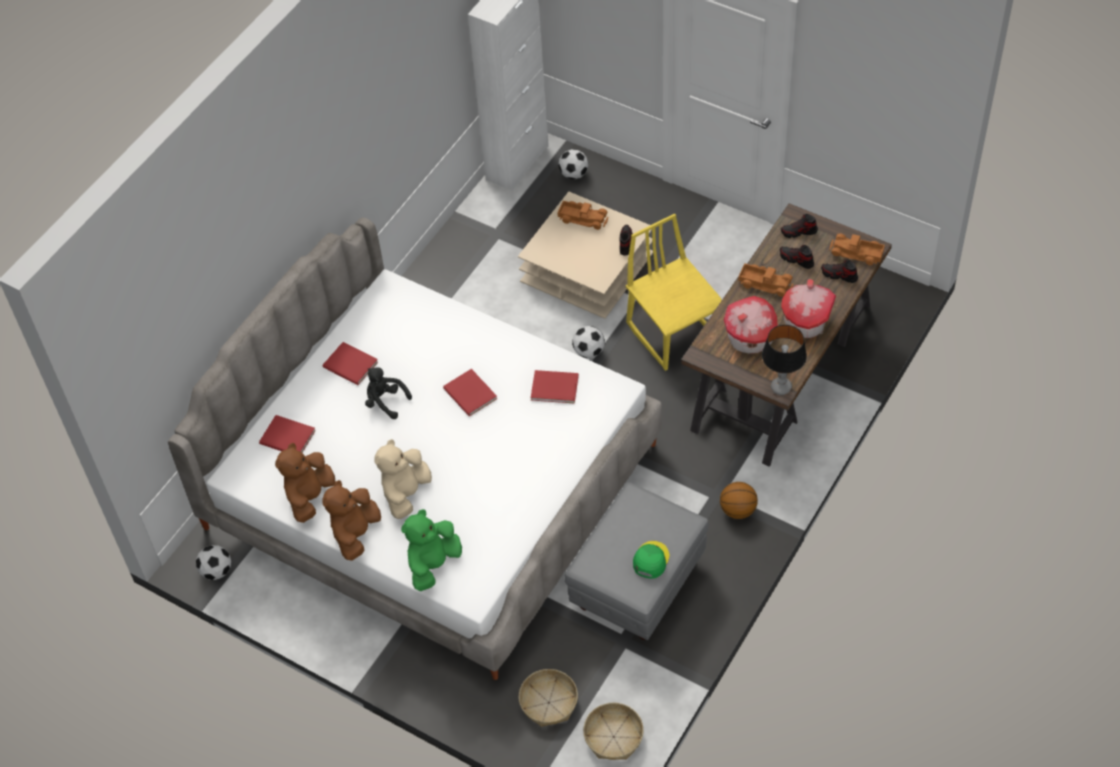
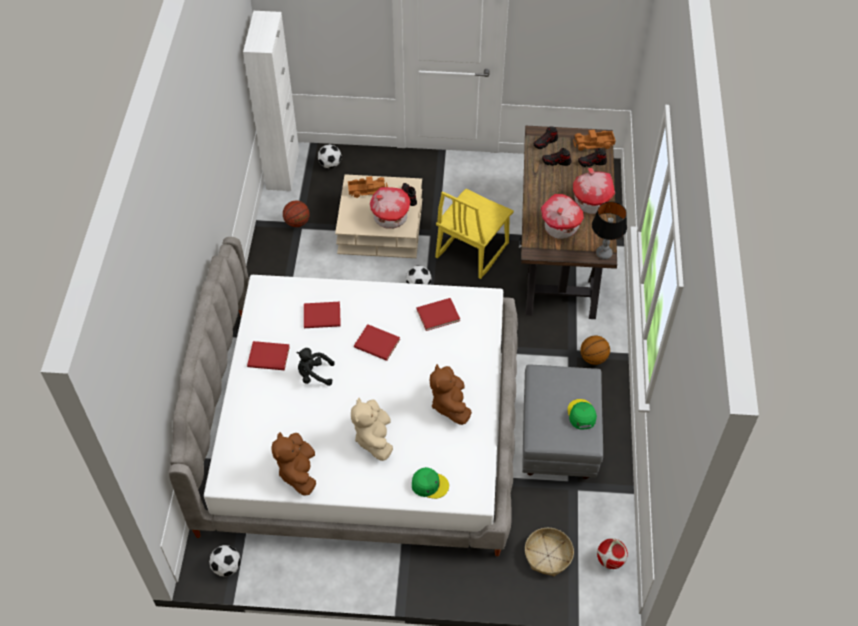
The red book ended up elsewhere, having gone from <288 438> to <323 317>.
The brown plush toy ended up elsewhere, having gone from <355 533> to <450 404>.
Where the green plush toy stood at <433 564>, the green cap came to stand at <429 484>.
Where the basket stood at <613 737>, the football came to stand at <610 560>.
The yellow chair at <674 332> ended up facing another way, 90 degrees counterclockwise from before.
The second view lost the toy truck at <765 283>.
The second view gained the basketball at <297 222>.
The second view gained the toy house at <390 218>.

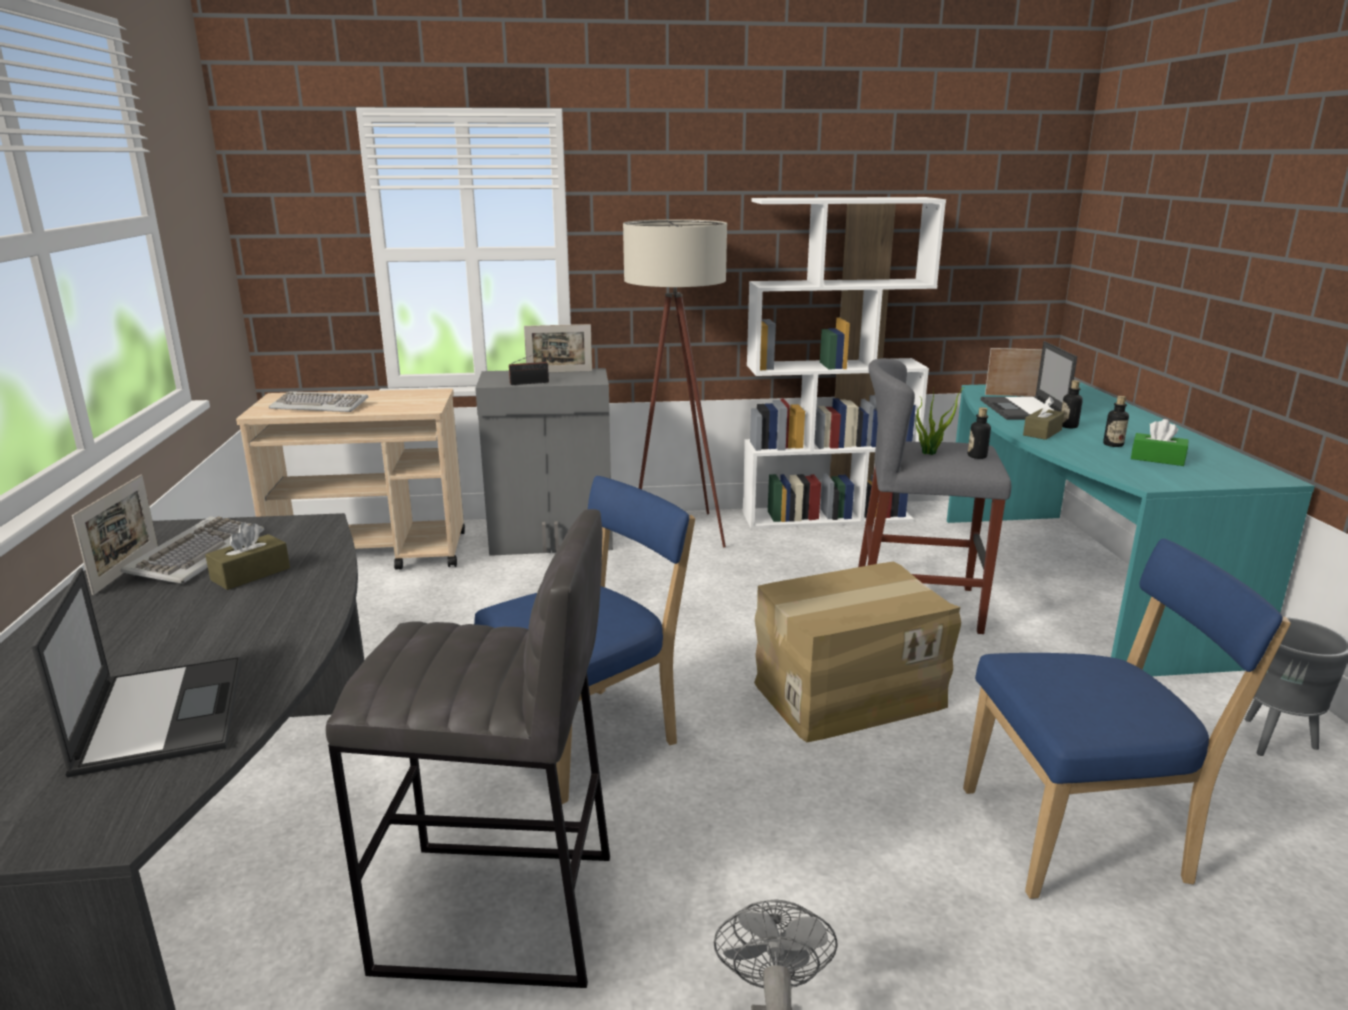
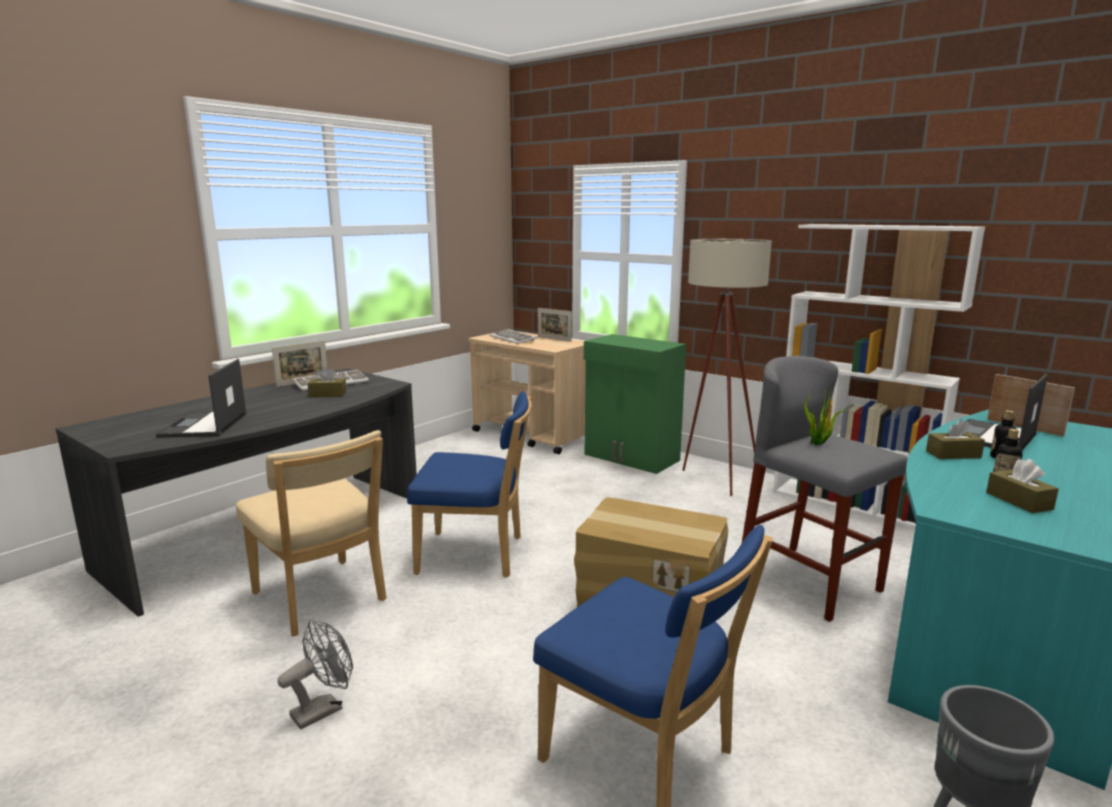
The laptop at <161 713> ended up facing another way, 150 degrees clockwise from before.
Where the grey stool stood at <498 914>, the beige chair came to stand at <322 599>.
What was the grey cabinet at <552 540> turned into the green cabinet at <631 458>.
The second view lost the radio at <531 383>.
The picture frame ended up elsewhere, having gone from <559 372> to <554 339>.
The second view lost the bottle at <977 456>.
What was the green tissue box at <1157 459> turned into the brown tissue box at <1019 501>.

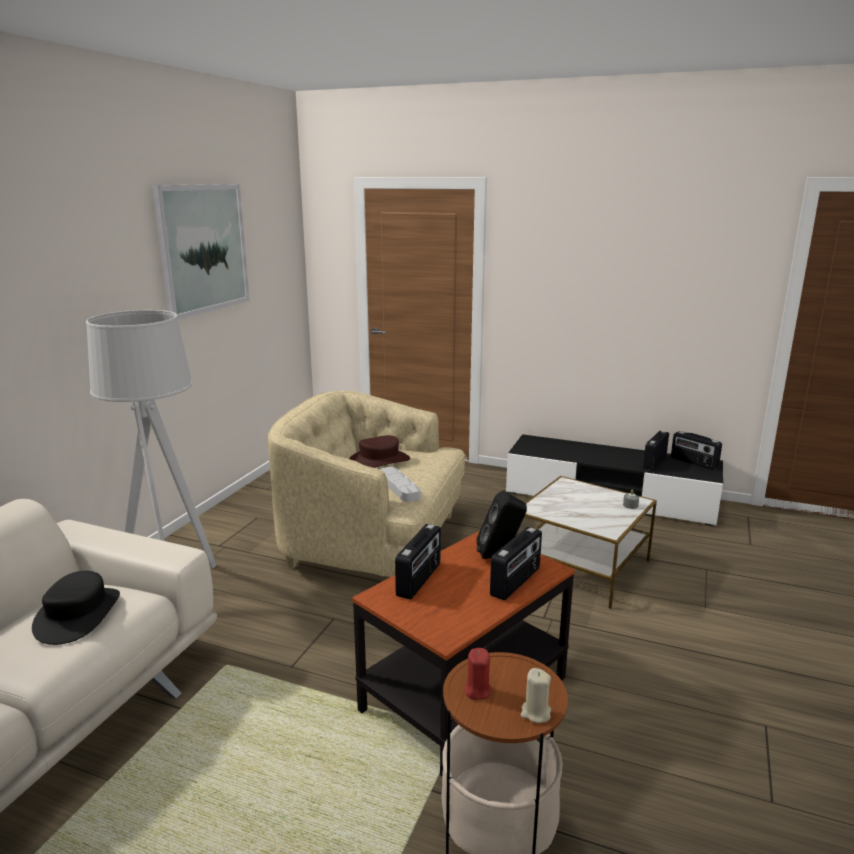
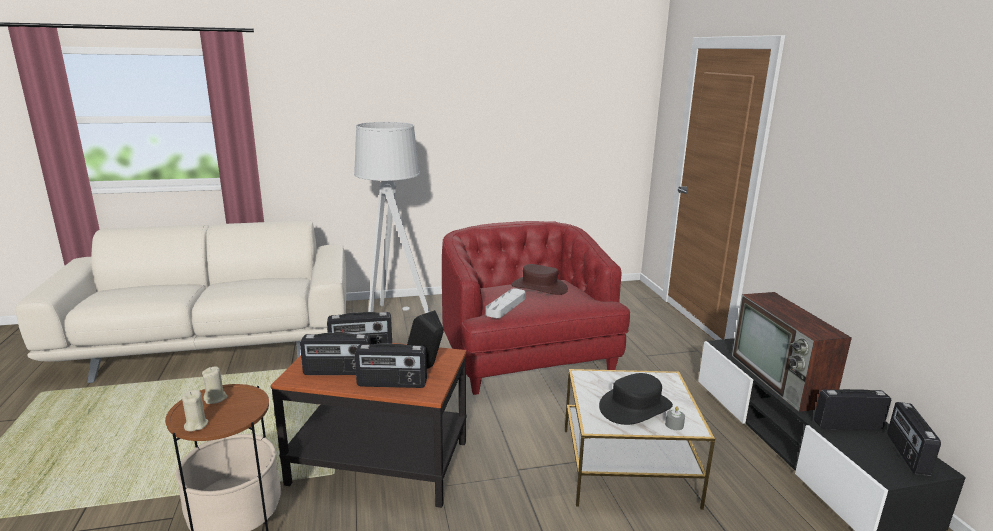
The black hat ended up elsewhere, having gone from <78 615> to <635 407>.
The second view lost the picture at <203 249>.
What was the beige armchair at <373 544> turned into the red armchair at <526 357>.
What was the red candle at <477 690> turned into the beige candle at <216 398>.
The second view gained the radio at <337 372>.
The second view gained the television at <781 380>.

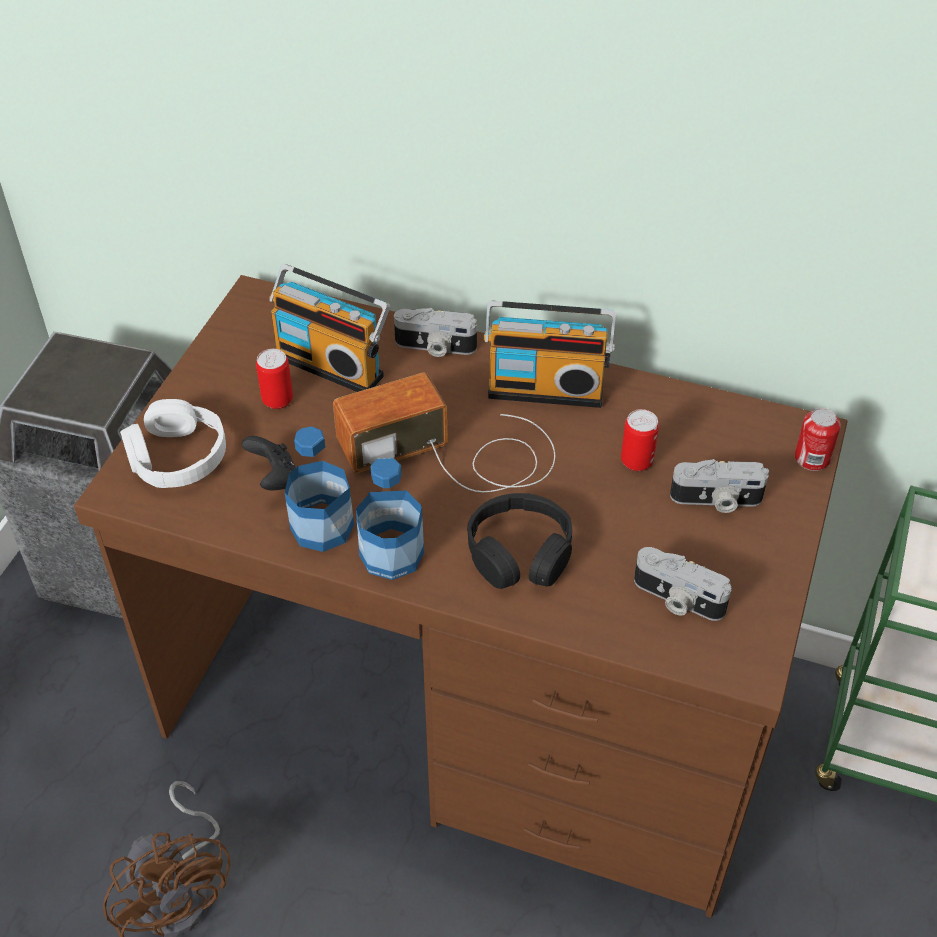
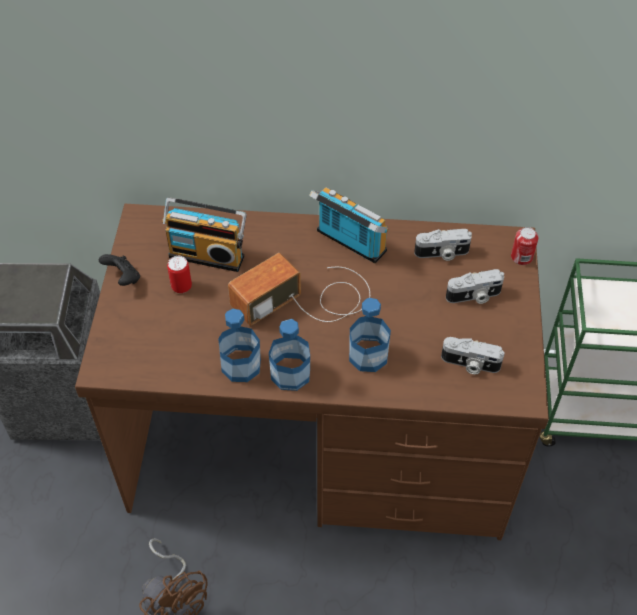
The second view lost the white headphones at <177 457>.
The black game controller ended up elsewhere, having gone from <275 479> to <123 278>.
The photo camera ended up elsewhere, having gone from <435 347> to <442 253>.
Where the black headphones stood at <519 553>, the bottle came to stand at <368 356>.
The radio at <546 387> ended up facing another way, 135 degrees counterclockwise from before.
The second view lost the can at <636 461>.

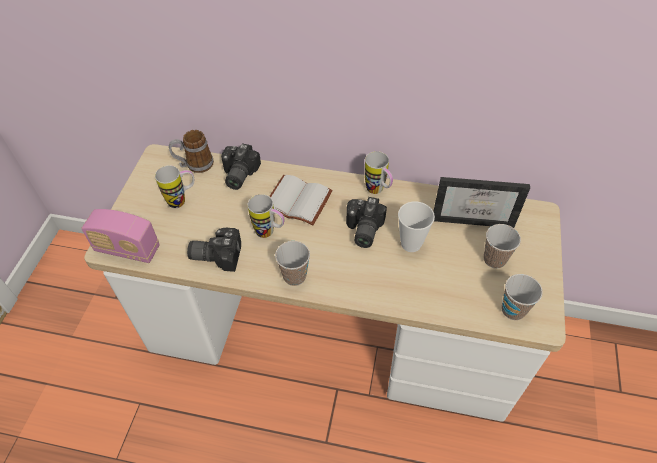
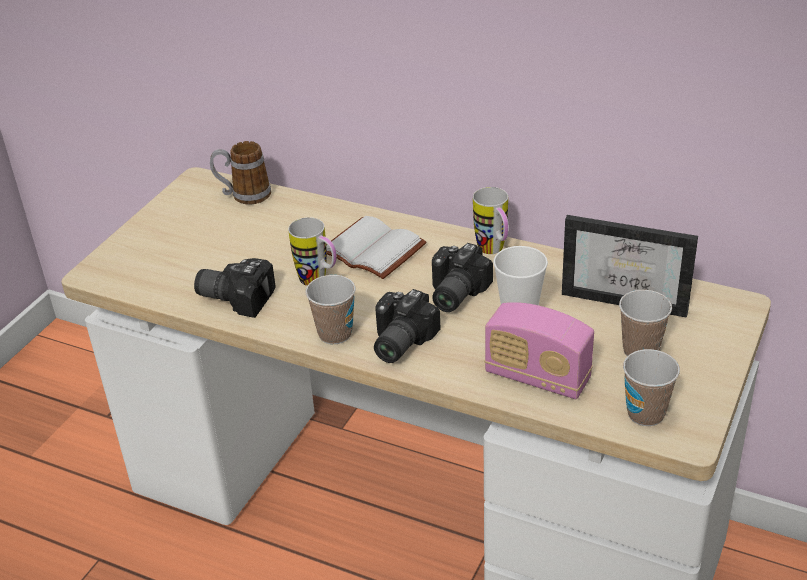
The radio ended up elsewhere, having gone from <127 249> to <537 377>.
The second view lost the mug at <182 200>.
The photo camera ended up elsewhere, having gone from <237 175> to <397 342>.

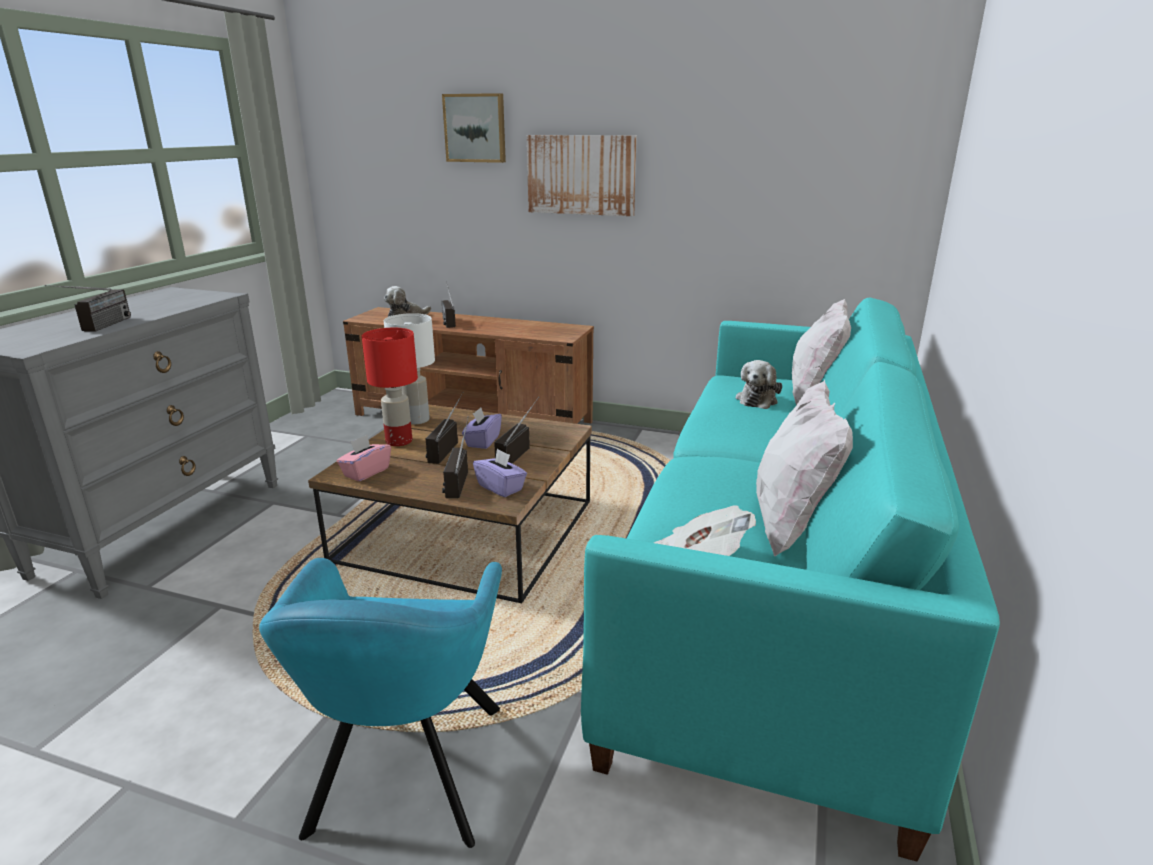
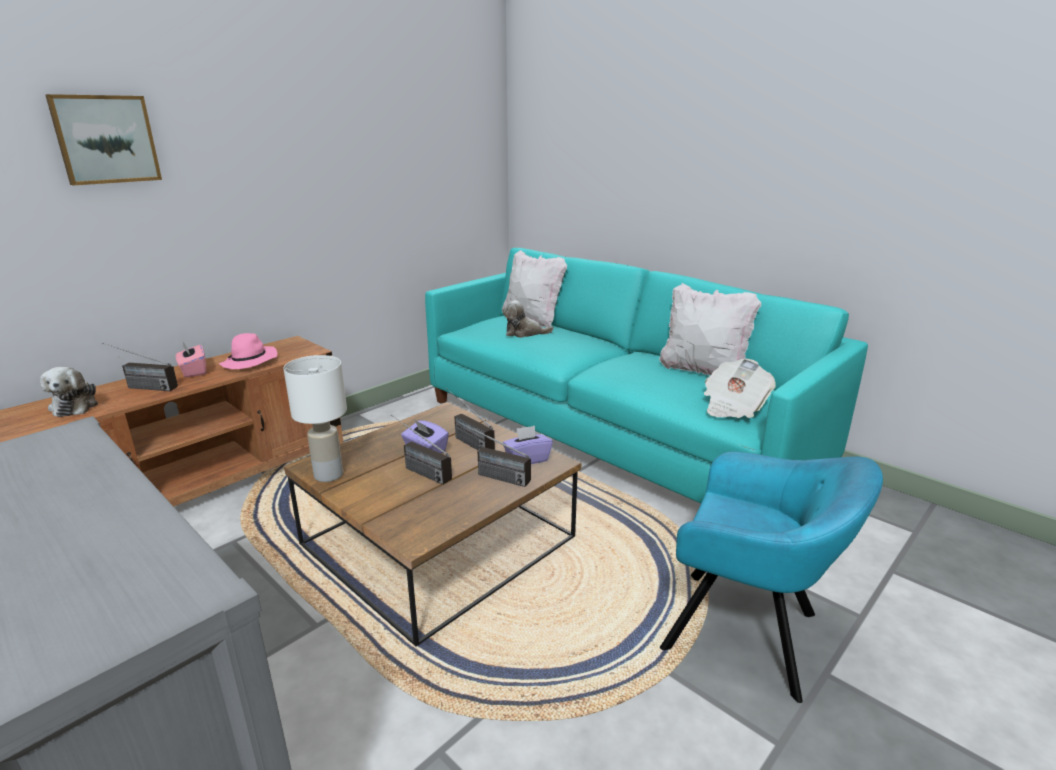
The second view lost the radio at <98 328>.
The pink tissue box ended up elsewhere, having gone from <366 472> to <193 371>.
The second view lost the red table lamp at <398 441>.
The second view lost the picture at <581 175>.
The plush toy at <757 400> ended up facing another way, 135 degrees clockwise from before.
The second view gained the pink hat at <250 362>.

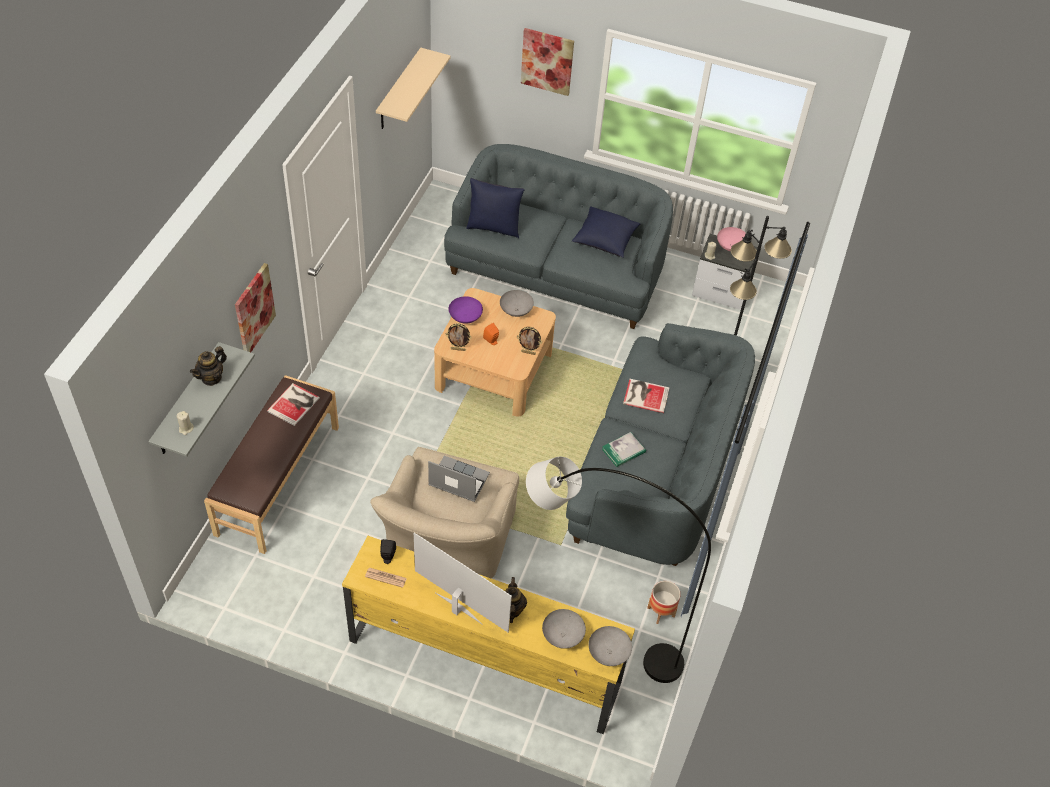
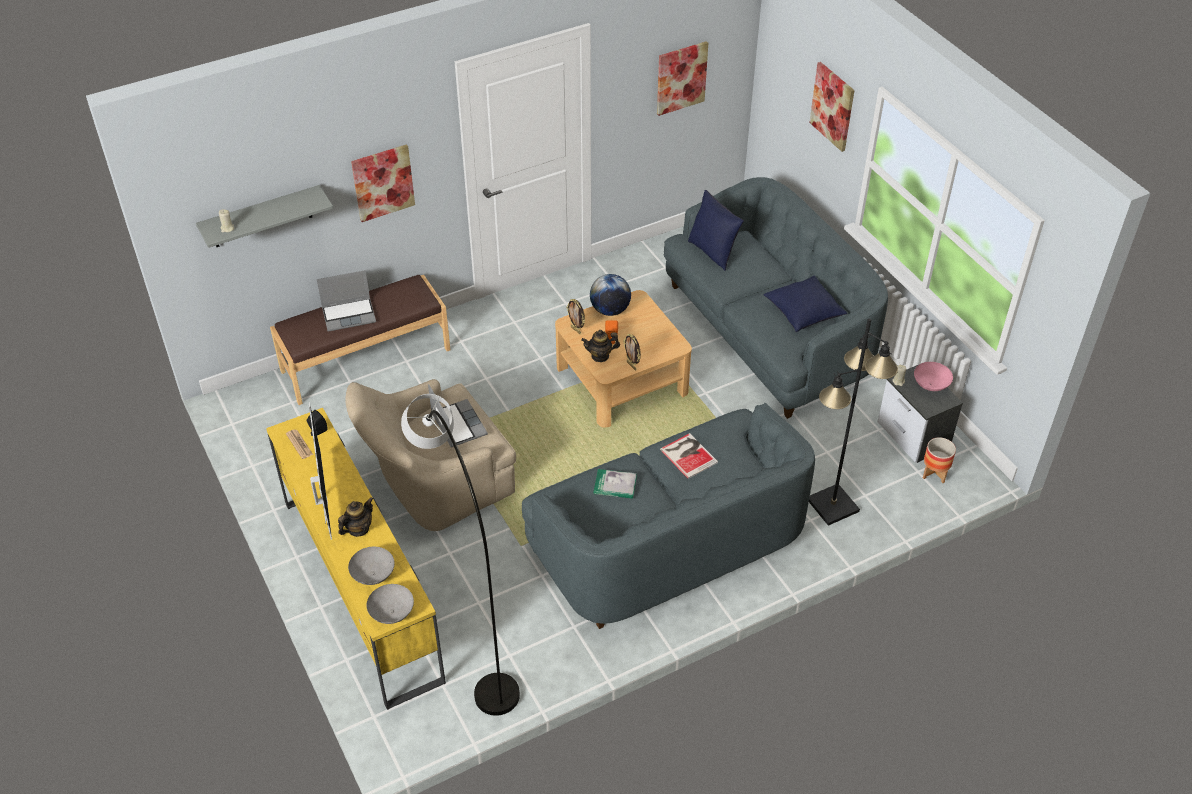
The teapot ended up elsewhere, having gone from <211 378> to <600 356>.
The second view lost the book at <295 404>.
Where the beige shelf hung at <399 90>, the picture came to hang at <681 78>.
Where the purple bowl stood at <465 318>, the globe came to stand at <610 310>.
The second view lost the grey bowl at <516 311>.
The planter ended up elsewhere, having gone from <661 612> to <934 473>.
The second view gained the laptop at <349 314>.

